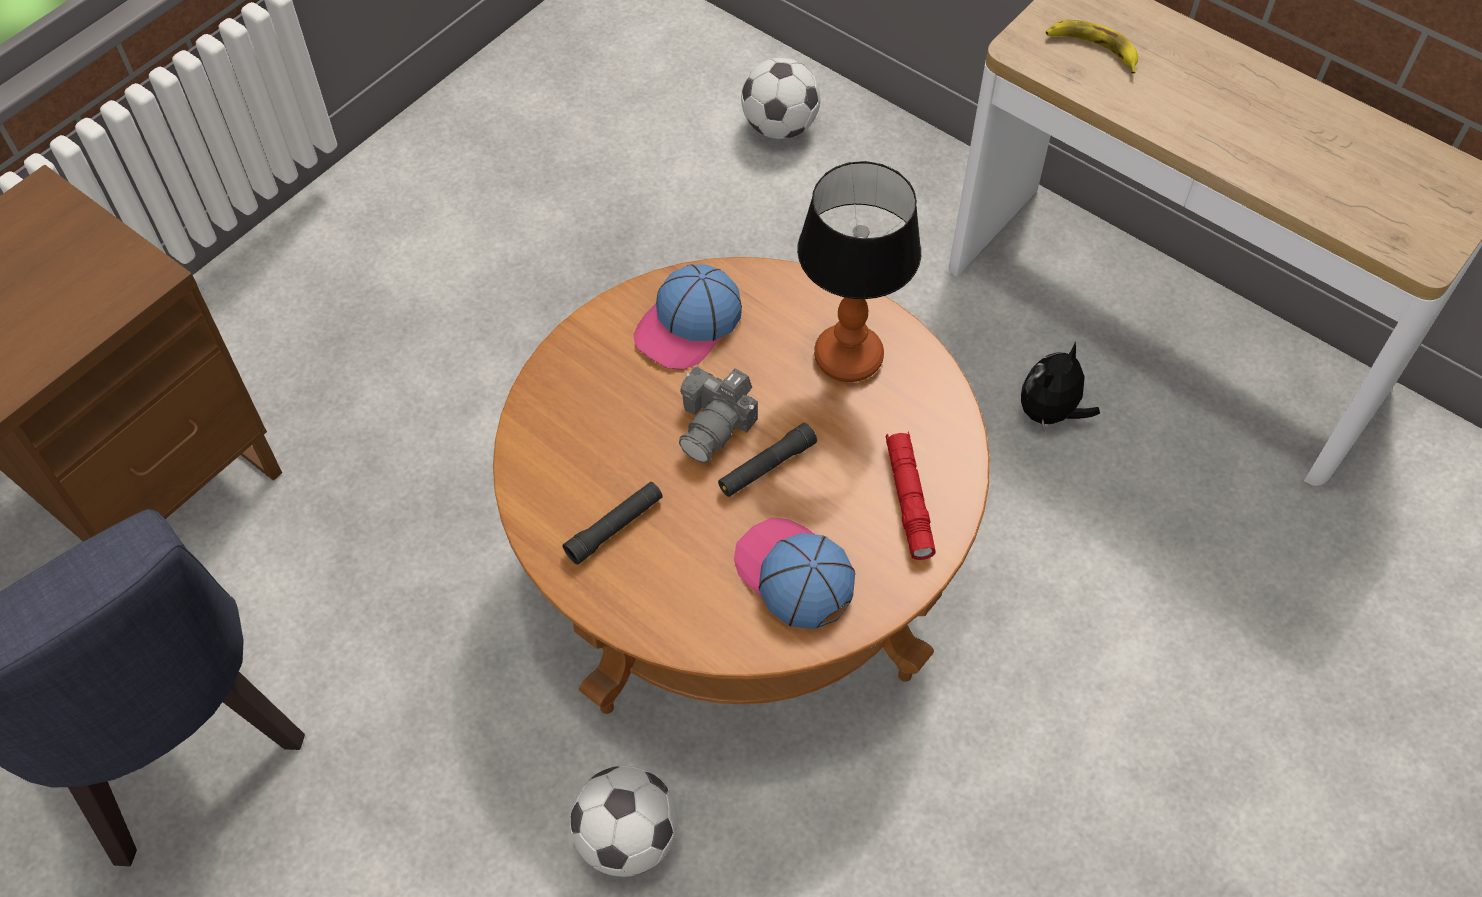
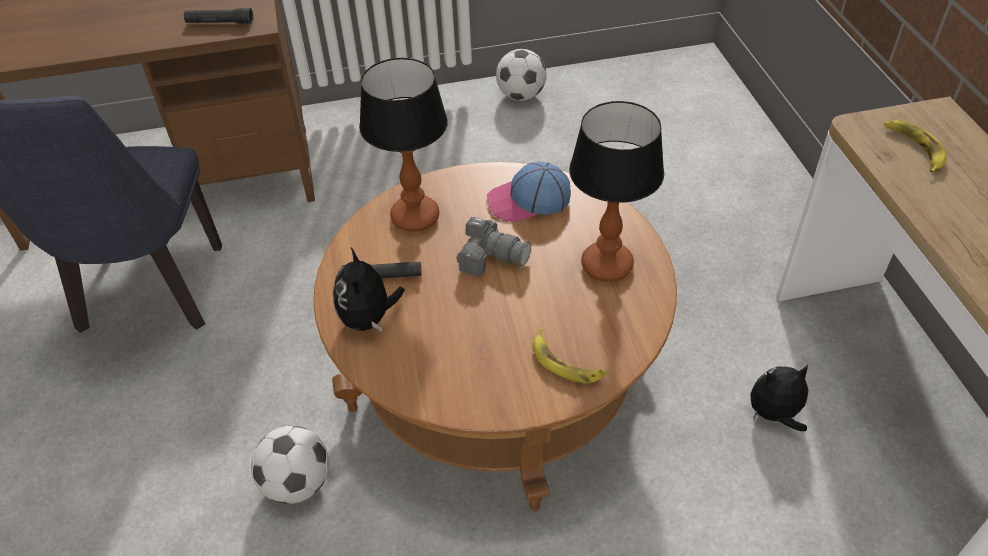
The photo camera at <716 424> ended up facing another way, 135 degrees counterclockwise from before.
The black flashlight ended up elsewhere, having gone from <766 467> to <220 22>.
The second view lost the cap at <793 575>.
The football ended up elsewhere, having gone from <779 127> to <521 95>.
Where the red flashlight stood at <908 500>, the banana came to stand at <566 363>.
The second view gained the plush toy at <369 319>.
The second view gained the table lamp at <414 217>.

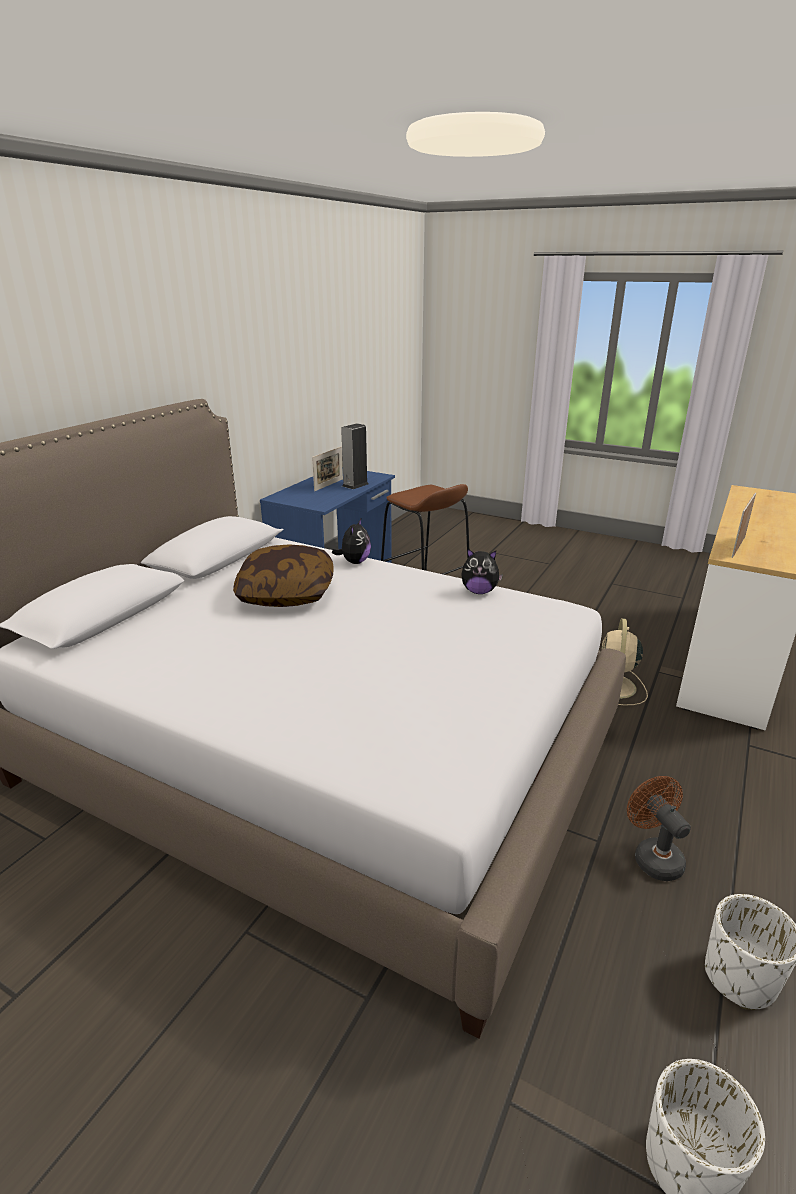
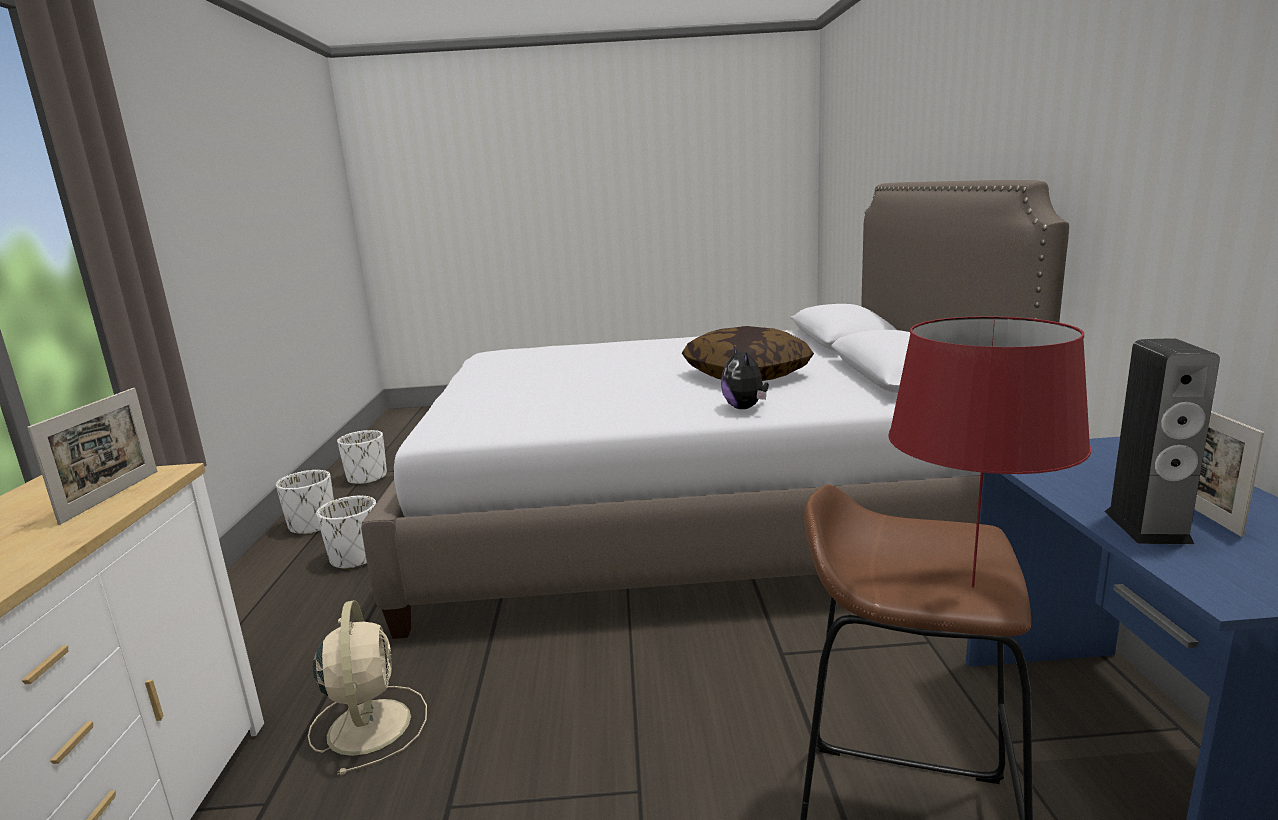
The second view lost the plush toy at <479 591>.
Where the brown fan stood at <653 856>, the white planter came to stand at <356 558>.
The second view gained the red table lamp at <972 586>.

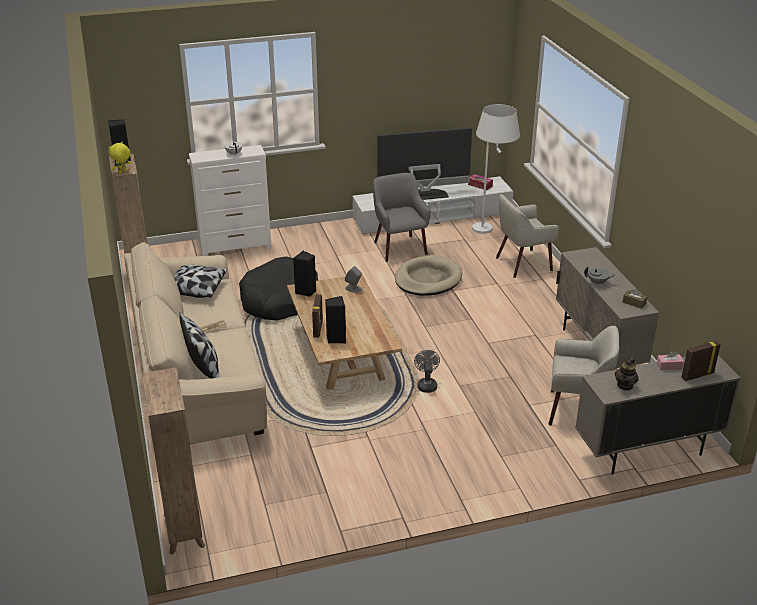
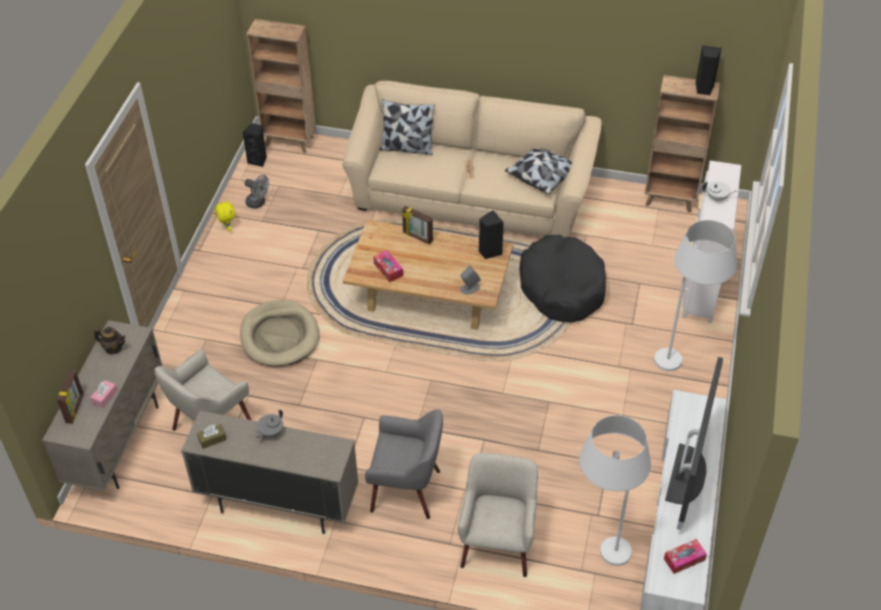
The yellow plush toy ended up elsewhere, having gone from <122 172> to <227 228>.
The black speaker ended up elsewhere, having gone from <336 338> to <258 160>.
The grey armchair ended up elsewhere, having gone from <399 248> to <406 490>.
The beige dog bed ended up elsewhere, having gone from <428 279> to <279 336>.
The grey fan ended up elsewhere, having gone from <426 384> to <258 203>.
The teapot at <625 385> ended up facing another way, 135 degrees clockwise from before.
The second view gained the tissue box at <388 269>.
The second view gained the white floor lamp at <683 362>.

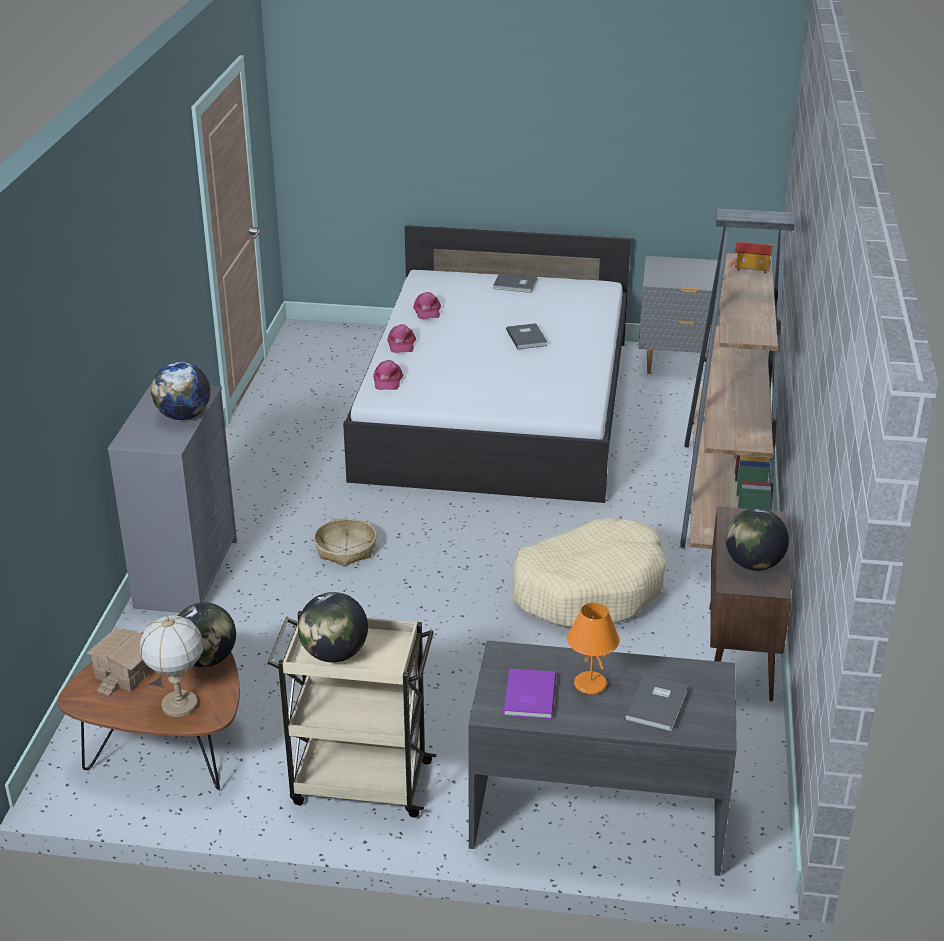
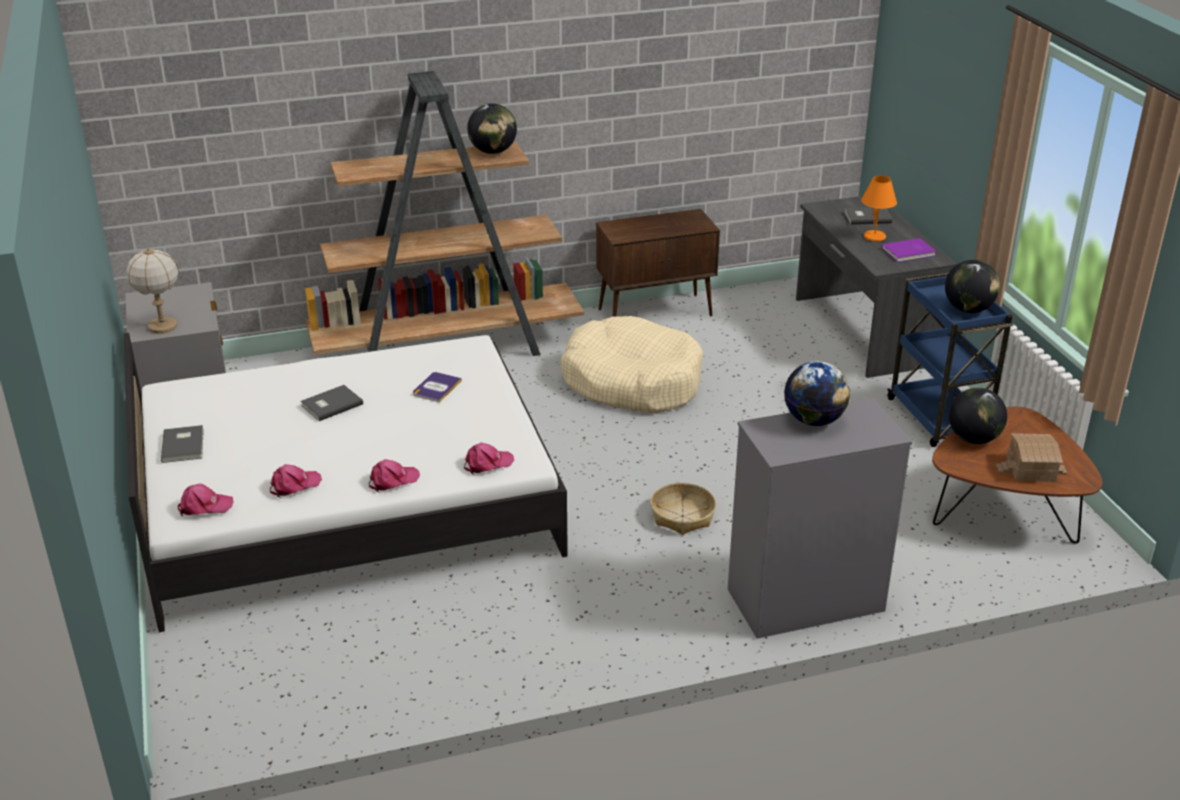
The table lamp ended up elsewhere, having gone from <179 705> to <162 327>.
What was the beige cart at <358 782> turned into the blue cart at <938 419>.
The globe ended up elsewhere, having gone from <753 564> to <493 151>.
The second view lost the toy house at <751 268>.
The second view gained the pink cap at <205 506>.
The second view gained the book at <436 388>.

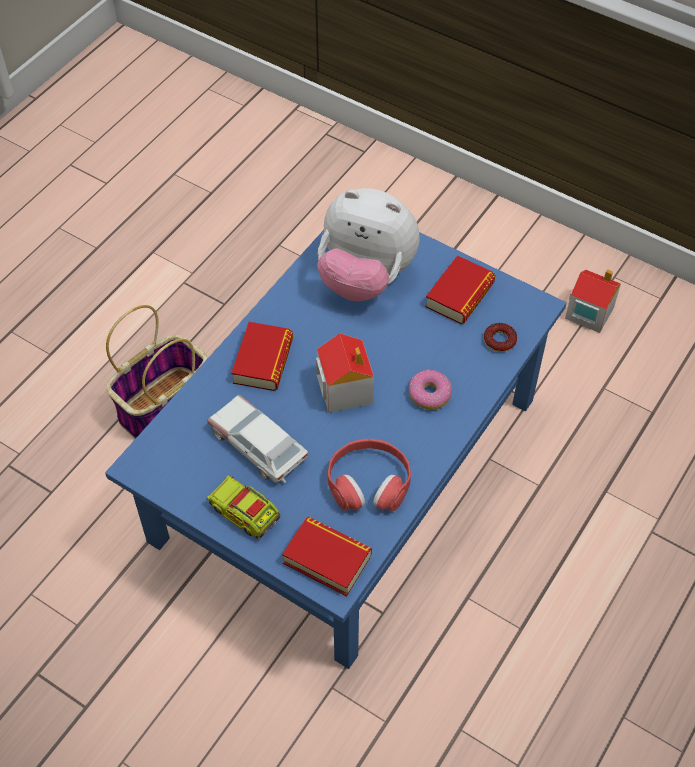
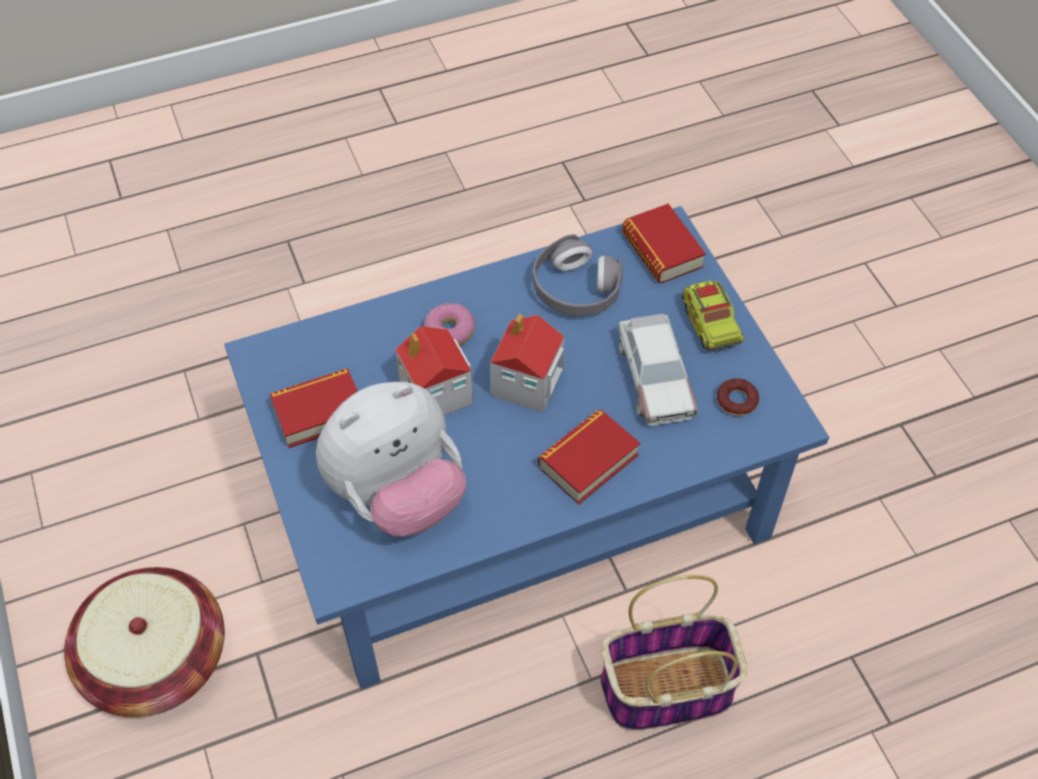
The plush toy at <365 278> ended up facing another way, 90 degrees clockwise from before.
What was the red headphones at <369 482> turned into the grey headphones at <576 288>.
The donut ended up elsewhere, having gone from <499 340> to <736 401>.
The toy house ended up elsewhere, having gone from <588 312> to <436 393>.
The second view gained the basket at <156 659>.

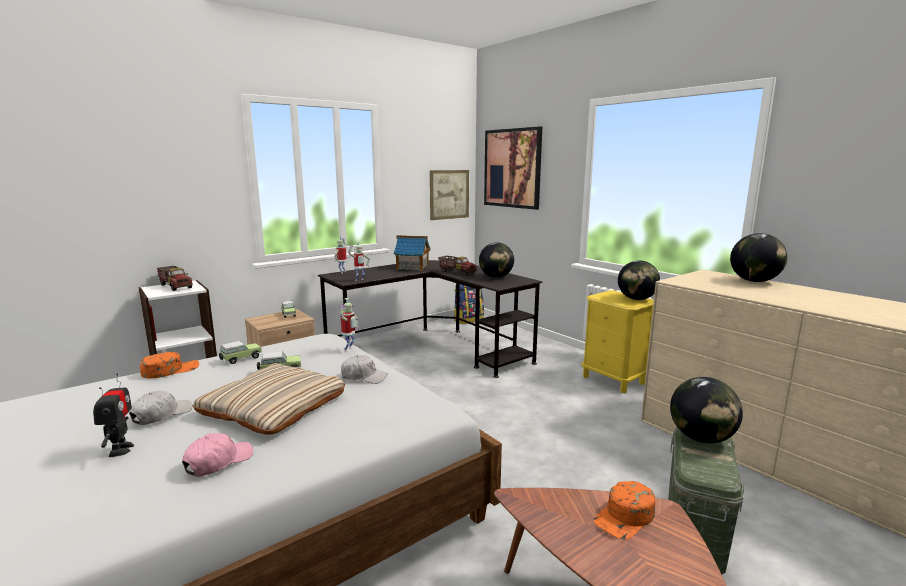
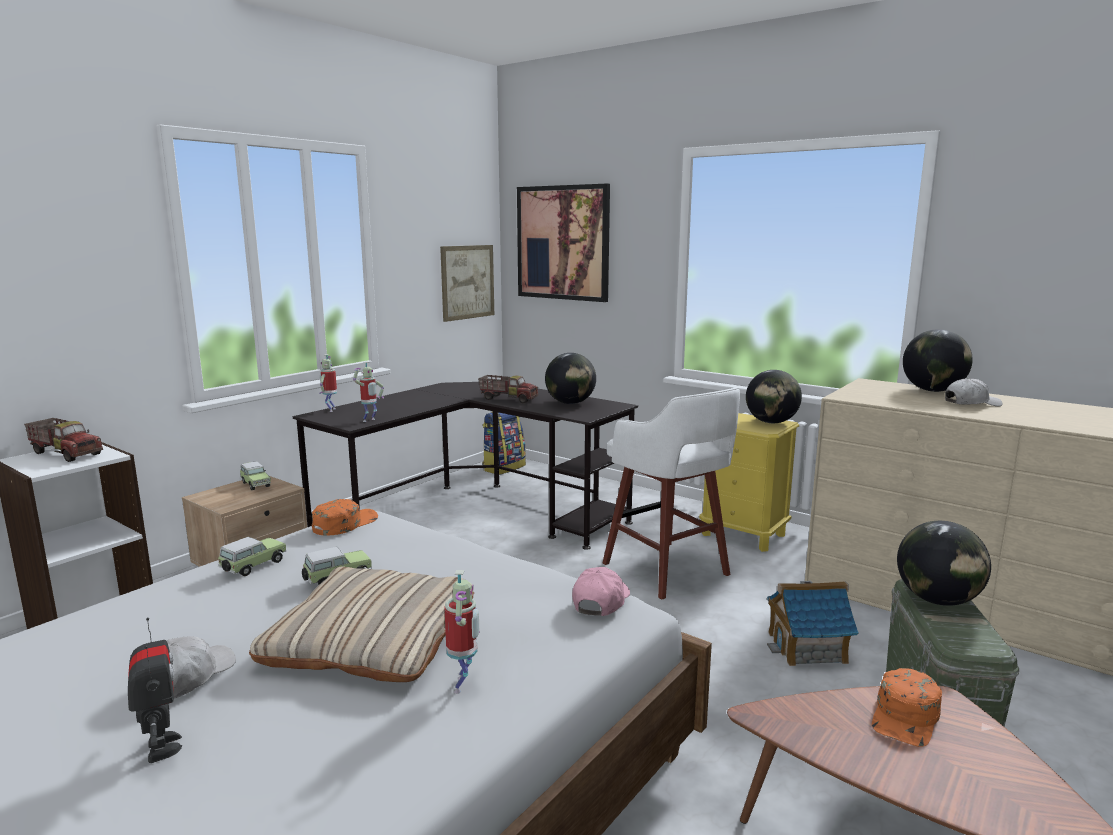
The orange cap ended up elsewhere, having gone from <170 370> to <344 523>.
The pink cap ended up elsewhere, having gone from <218 462> to <600 601>.
The toy robot ended up elsewhere, having gone from <349 350> to <463 685>.
The white cap ended up elsewhere, having gone from <364 377> to <971 403>.
The toy house ended up elsewhere, having gone from <412 267> to <807 647>.
The second view gained the white stool at <668 571>.

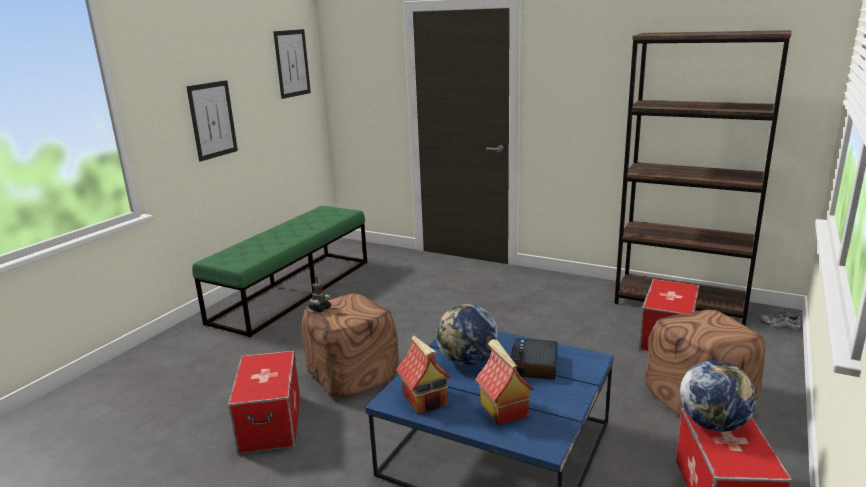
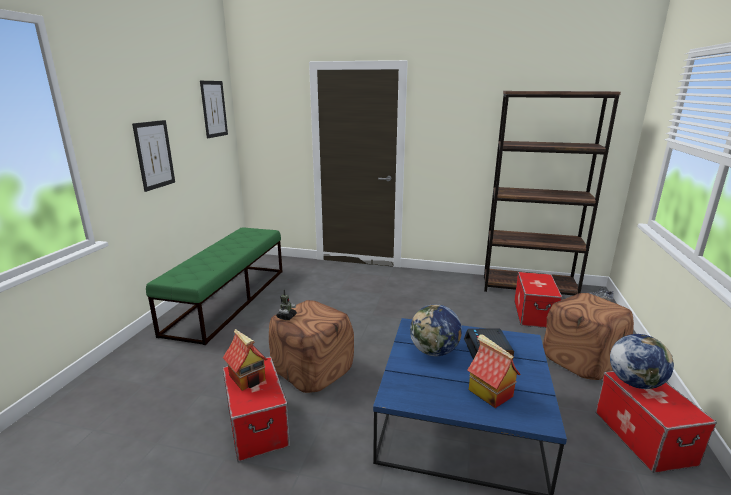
The toy house ended up elsewhere, having gone from <426 399> to <248 378>.

